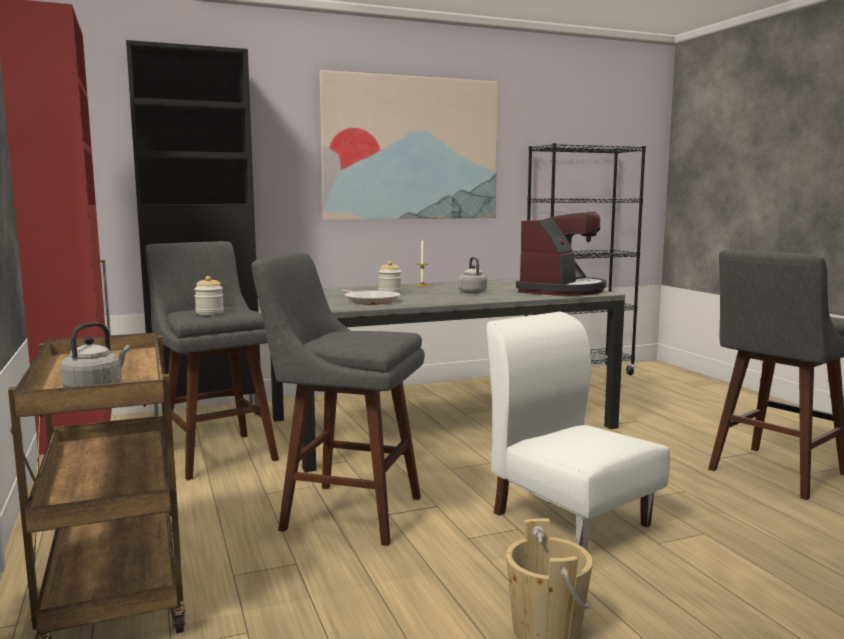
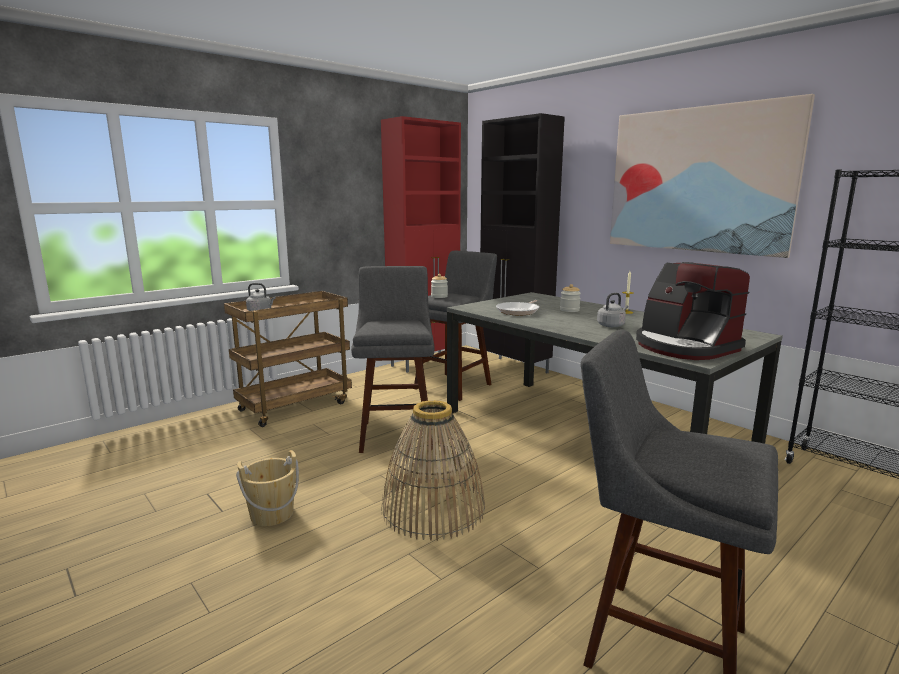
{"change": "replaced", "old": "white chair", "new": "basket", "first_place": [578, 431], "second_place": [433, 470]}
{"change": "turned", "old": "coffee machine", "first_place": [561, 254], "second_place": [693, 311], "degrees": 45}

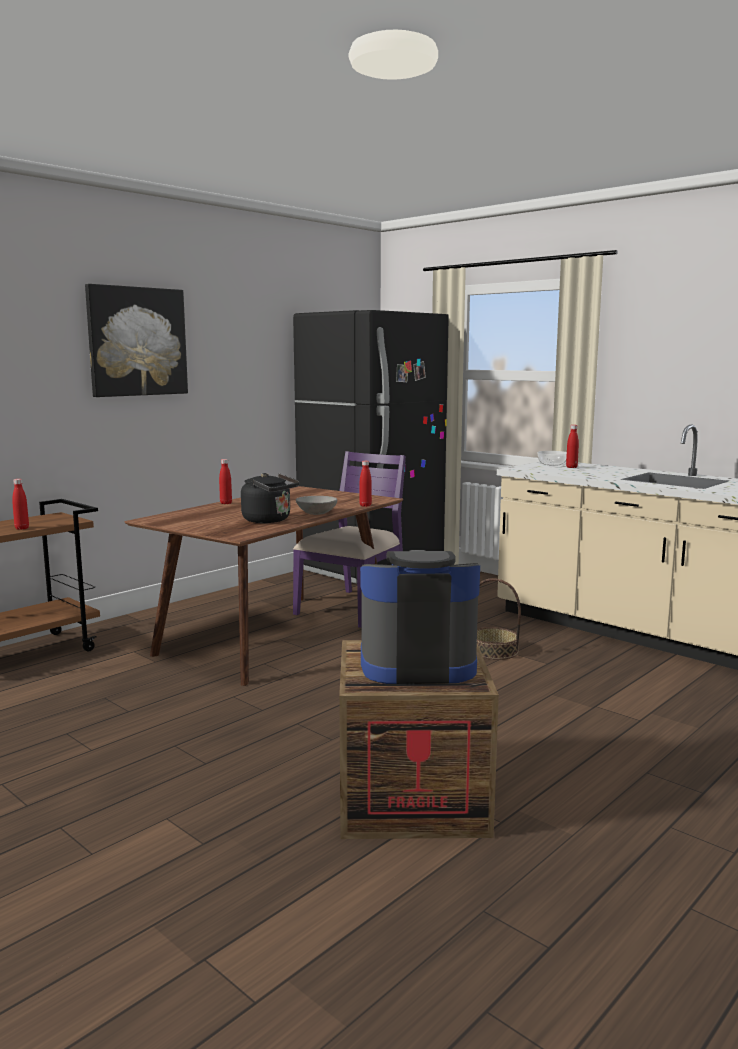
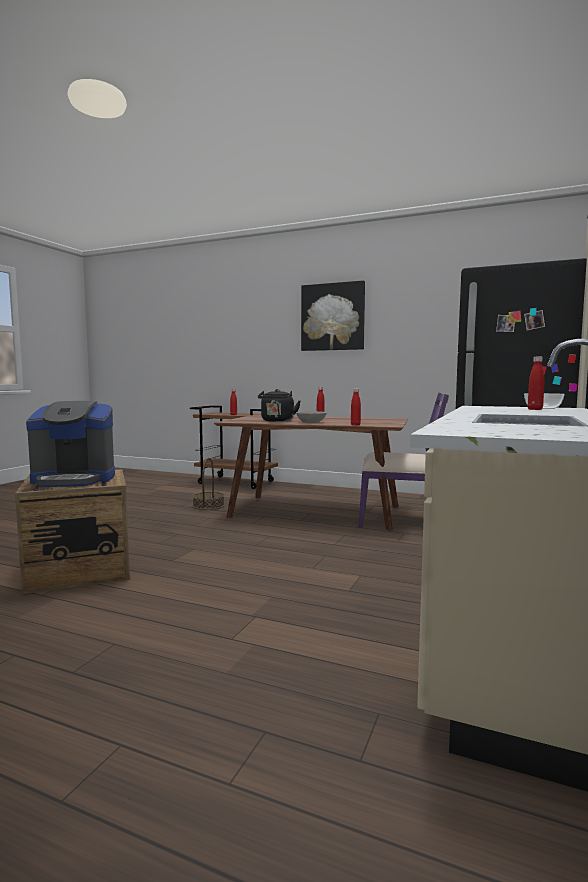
{"change": "turned", "old": "coffee machine", "first_place": [420, 617], "second_place": [70, 444], "degrees": 105}
{"change": "moved", "old": "basket", "first_place": [499, 619], "second_place": [208, 484]}

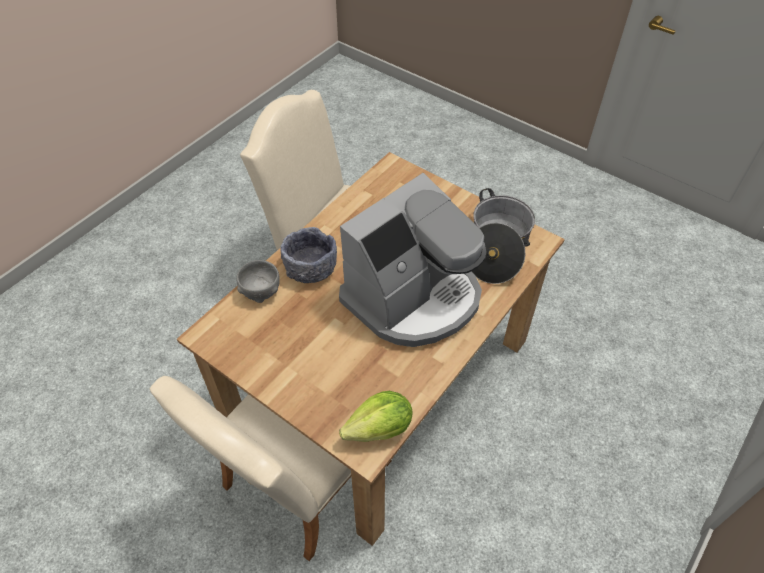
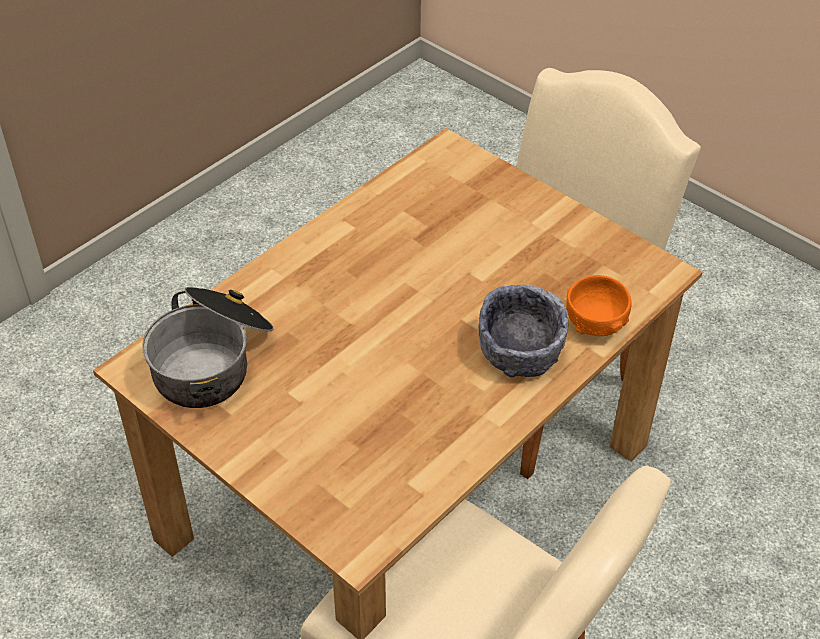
{"change": "recoloured", "old": "grey bowl", "new": "orange bowl", "first_place": [258, 281], "second_place": [599, 305]}
{"change": "removed", "old": "coffee machine", "first_place": [412, 260]}
{"change": "removed", "old": "lettuce", "first_place": [375, 416]}

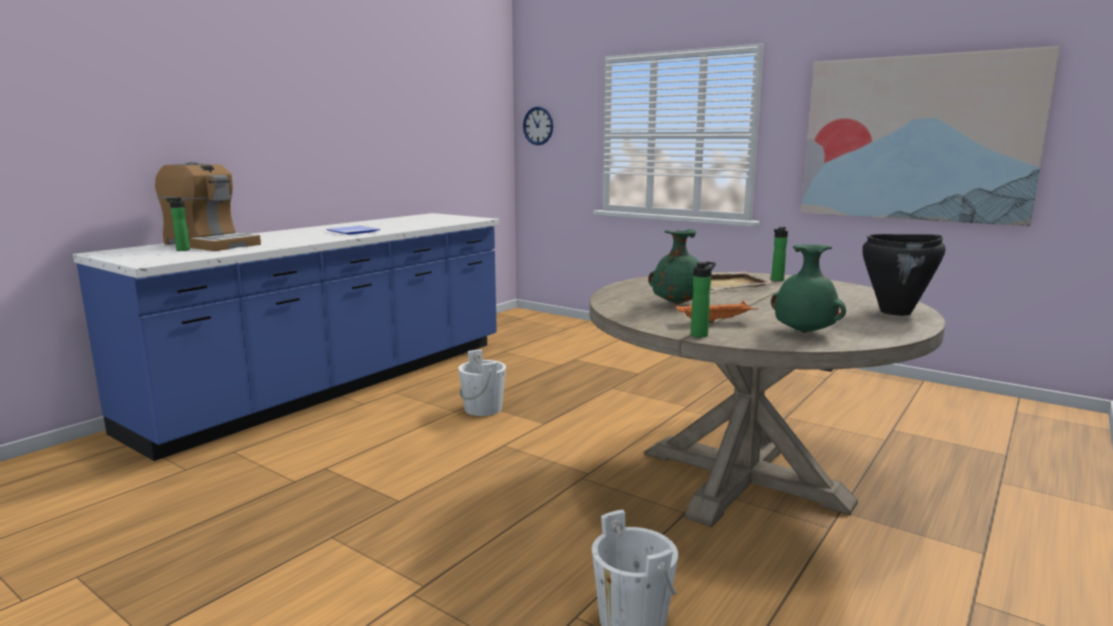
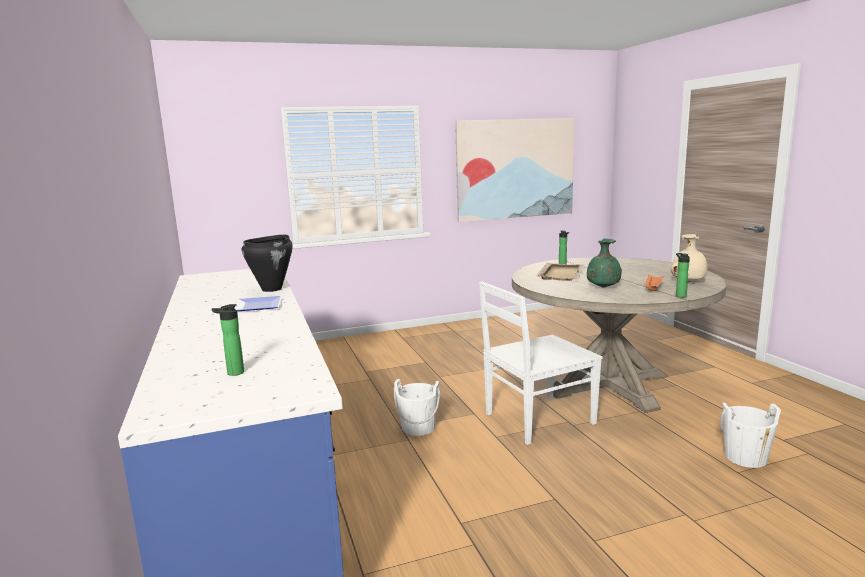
{"change": "moved", "old": "black cooking pot", "first_place": [904, 275], "second_place": [267, 263]}
{"change": "added", "new": "white chair", "second_place": [541, 363]}
{"change": "recoloured", "old": "green vase", "new": "beige vase", "first_place": [808, 288], "second_place": [689, 258]}
{"change": "removed", "old": "coffee machine", "first_place": [208, 206]}
{"change": "removed", "old": "wall clock", "first_place": [538, 126]}

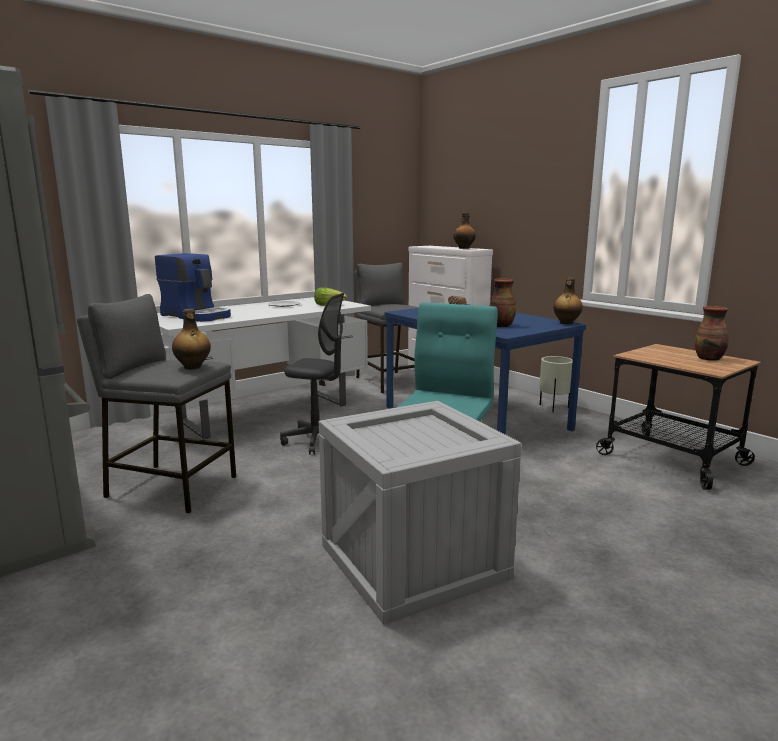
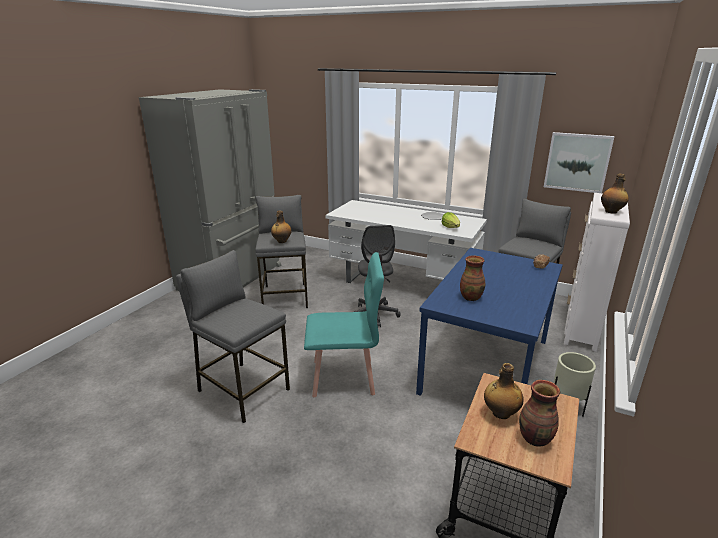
{"change": "replaced", "old": "crate", "new": "grey stool", "first_place": [420, 513], "second_place": [233, 336]}
{"change": "moved", "old": "bottle", "first_place": [568, 301], "second_place": [504, 391]}
{"change": "added", "new": "picture", "second_place": [579, 162]}
{"change": "removed", "old": "coffee machine", "first_place": [193, 287]}

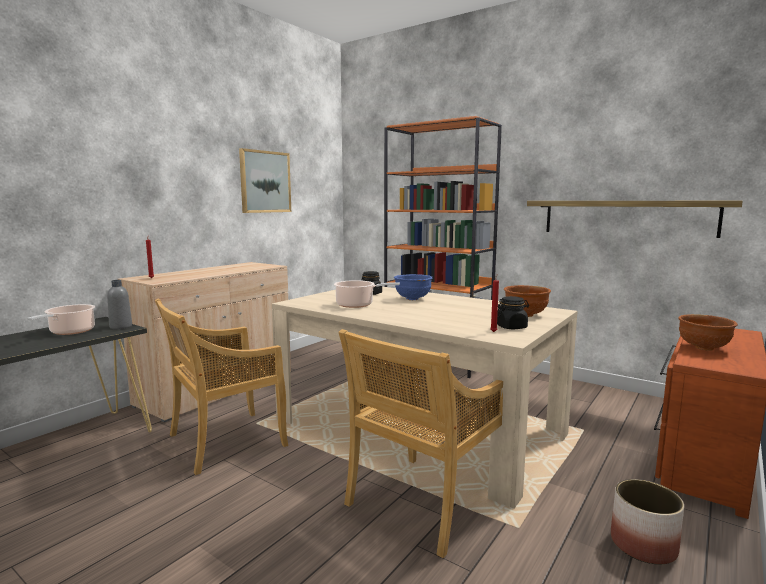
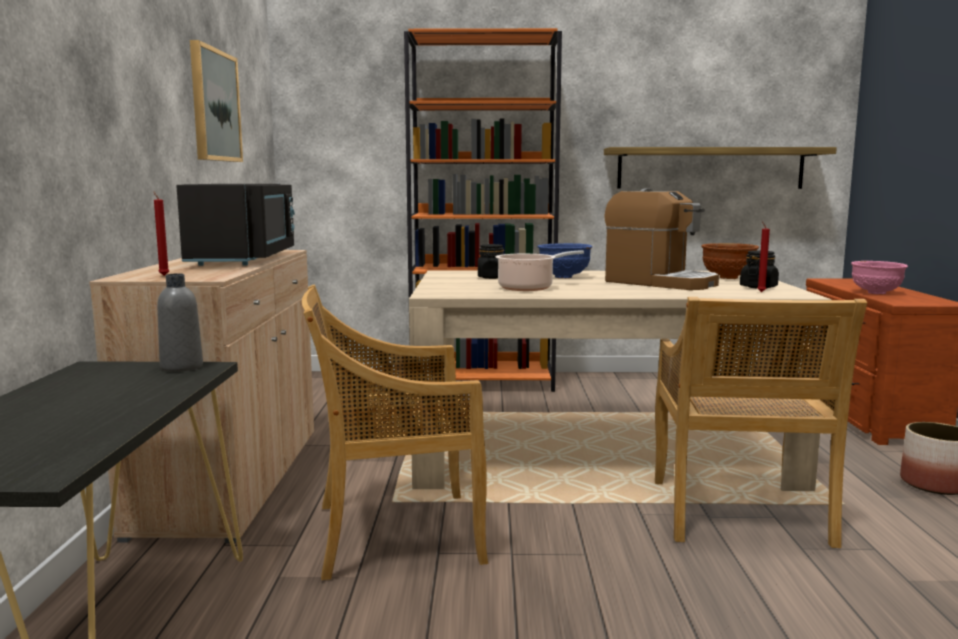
{"change": "added", "new": "black microwave", "second_place": [235, 225]}
{"change": "turned", "old": "beige chair", "first_place": [221, 386], "second_place": [395, 432], "degrees": 60}
{"change": "added", "new": "coffee machine", "second_place": [661, 239]}
{"change": "recoloured", "old": "brown bowl", "new": "pink bowl", "first_place": [708, 332], "second_place": [879, 277]}
{"change": "removed", "old": "cooking pot", "first_place": [61, 319]}

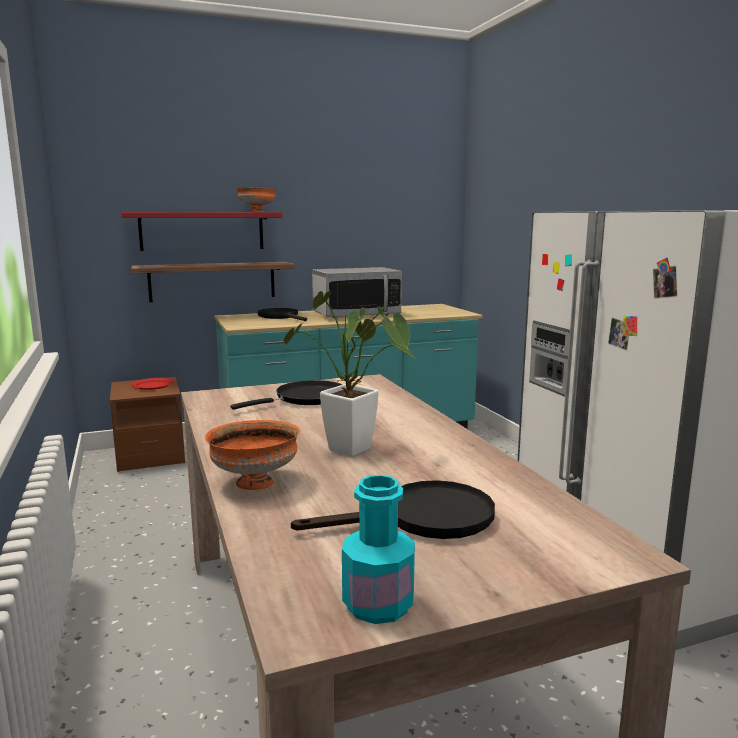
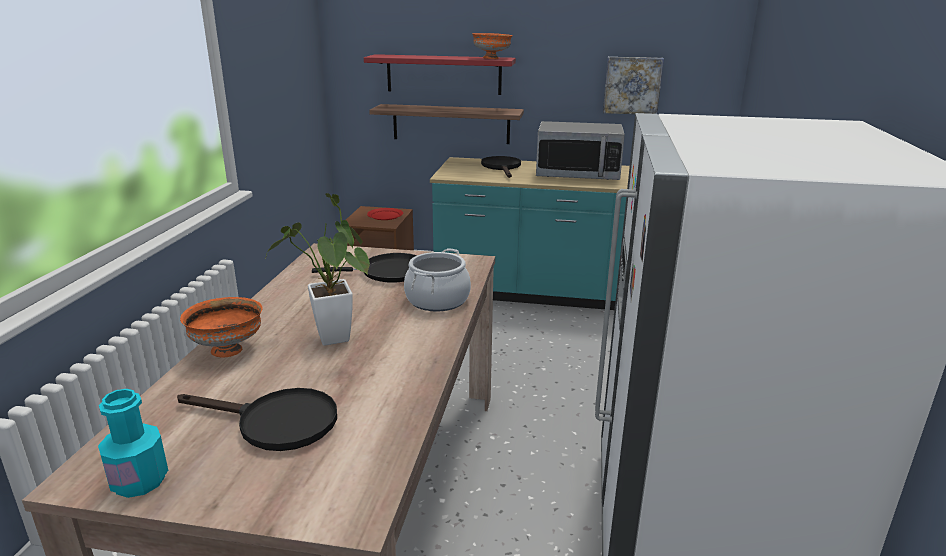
{"change": "added", "new": "cooking pot", "second_place": [437, 280]}
{"change": "added", "new": "picture", "second_place": [633, 85]}

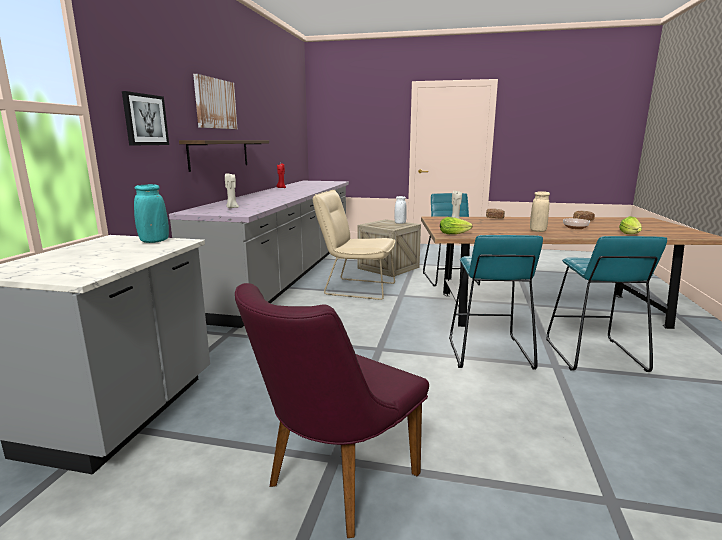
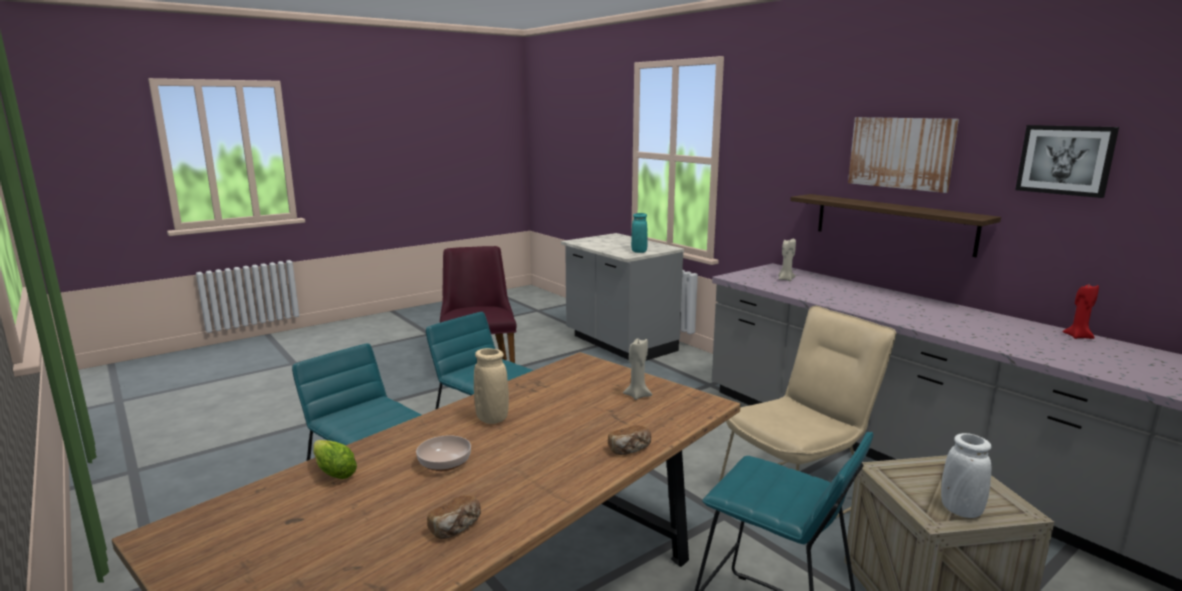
{"change": "moved", "old": "picture", "first_place": [145, 118], "second_place": [1067, 161]}
{"change": "removed", "old": "lettuce", "first_place": [456, 225]}

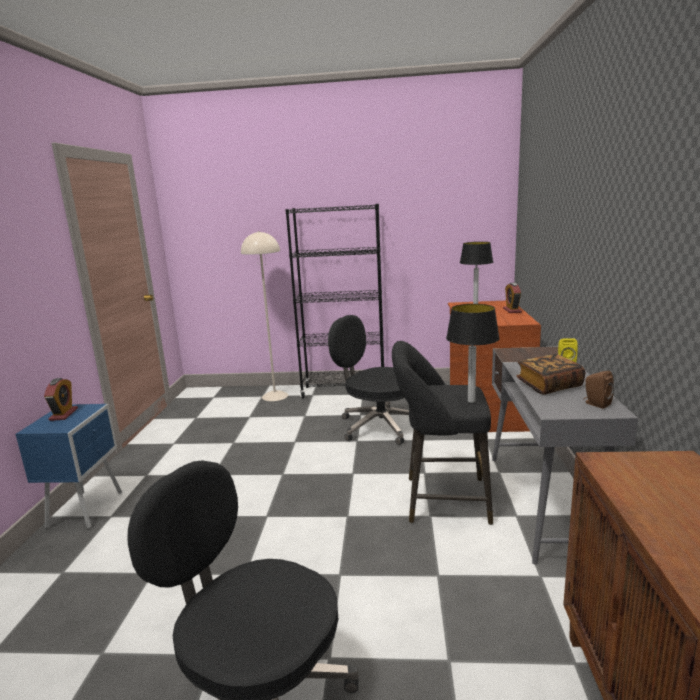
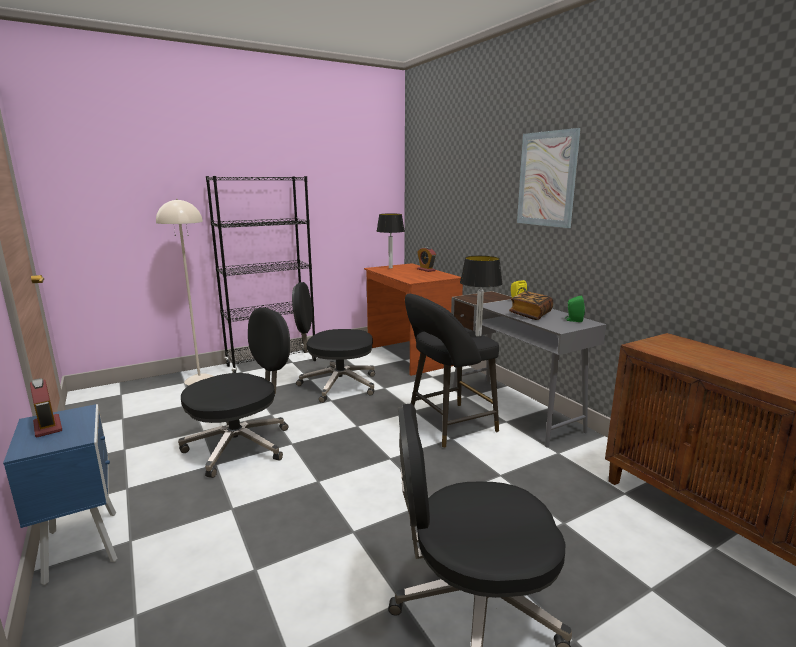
{"change": "added", "new": "black office chair", "second_place": [234, 392]}
{"change": "added", "new": "picture", "second_place": [549, 178]}
{"change": "recoloured", "old": "brown speaker", "new": "green speaker", "first_place": [598, 390], "second_place": [575, 309]}

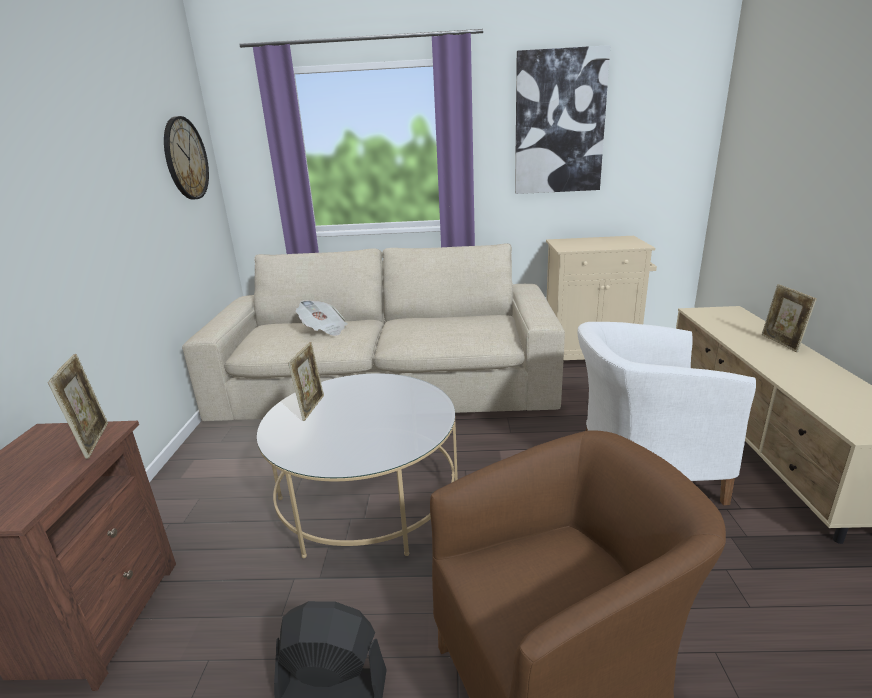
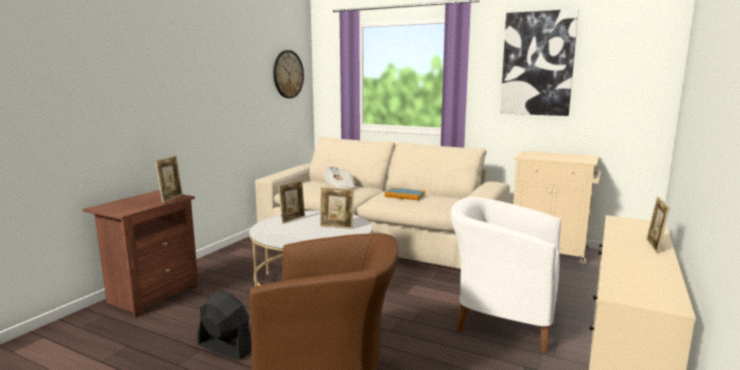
{"change": "added", "new": "picture frame", "second_place": [337, 208]}
{"change": "added", "new": "book", "second_place": [404, 194]}

